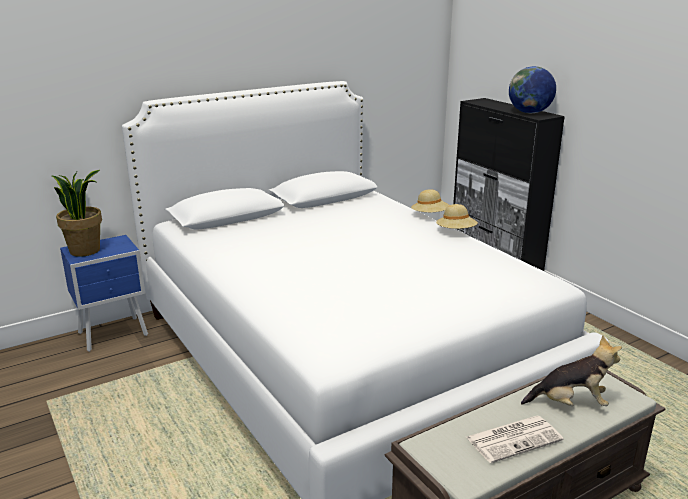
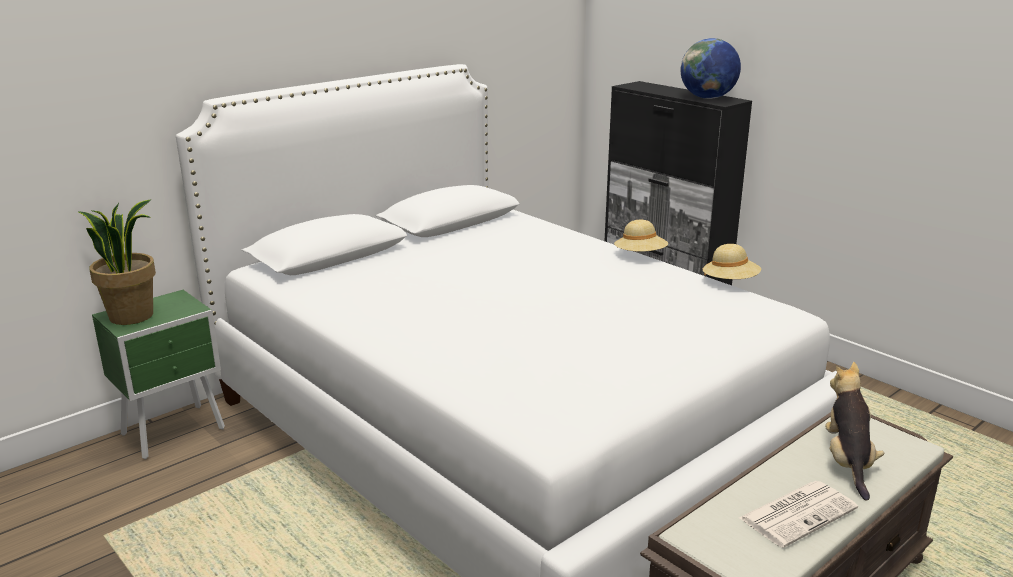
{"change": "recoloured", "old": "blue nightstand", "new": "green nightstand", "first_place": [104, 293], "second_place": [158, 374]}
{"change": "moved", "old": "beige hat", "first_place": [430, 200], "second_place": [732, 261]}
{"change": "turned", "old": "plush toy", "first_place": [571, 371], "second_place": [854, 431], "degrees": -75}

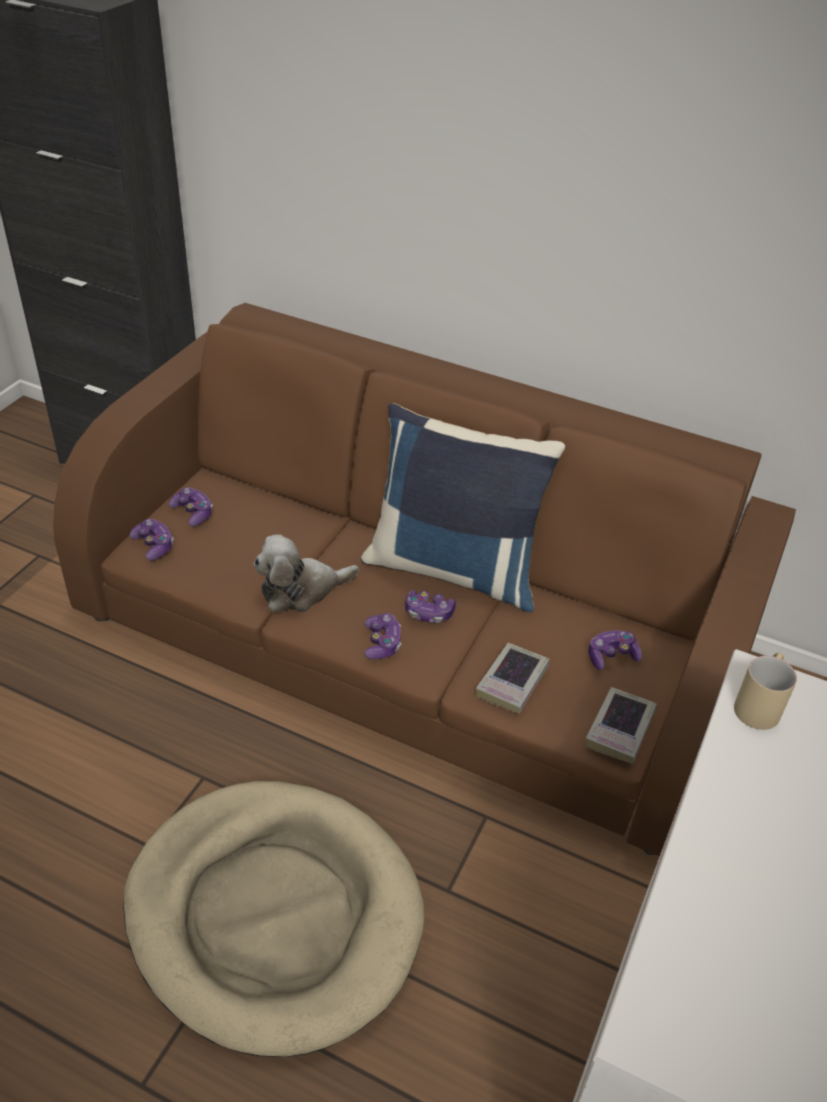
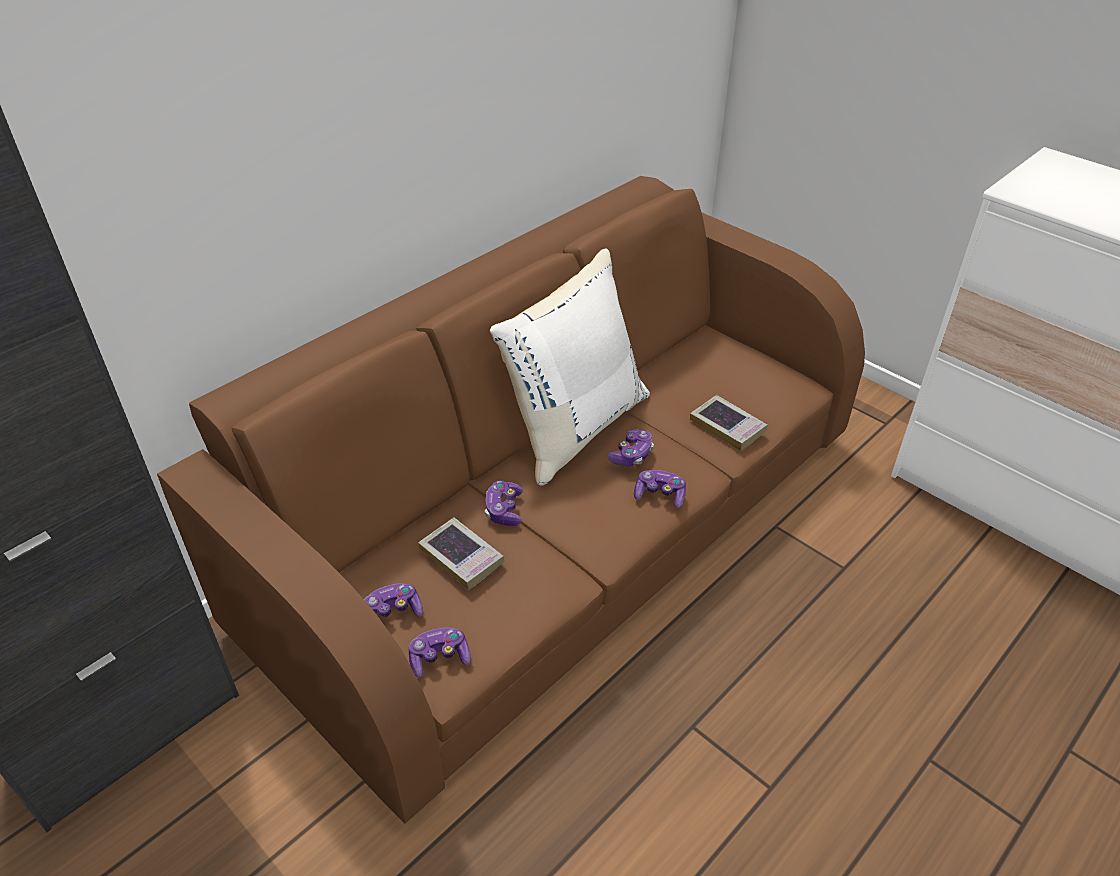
{"change": "moved", "old": "book", "first_place": [621, 725], "second_place": [461, 553]}
{"change": "moved", "old": "game controller", "first_place": [615, 650], "second_place": [504, 503]}
{"change": "recoloured", "old": "blue pillow", "new": "white pillow", "first_place": [463, 507], "second_place": [570, 366]}
{"change": "removed", "old": "beige dog bed", "first_place": [273, 919]}
{"change": "removed", "old": "plush toy", "first_place": [306, 573]}
{"change": "removed", "old": "beige mug", "first_place": [765, 691]}

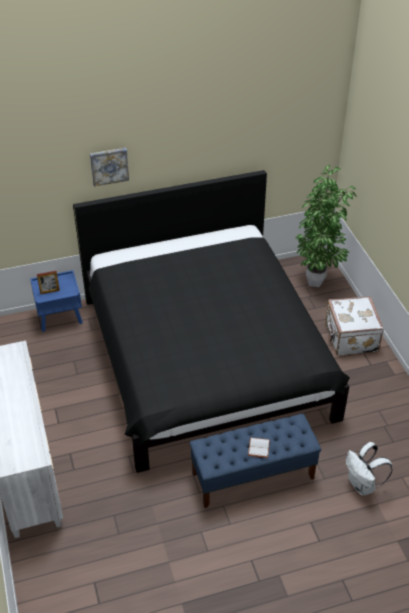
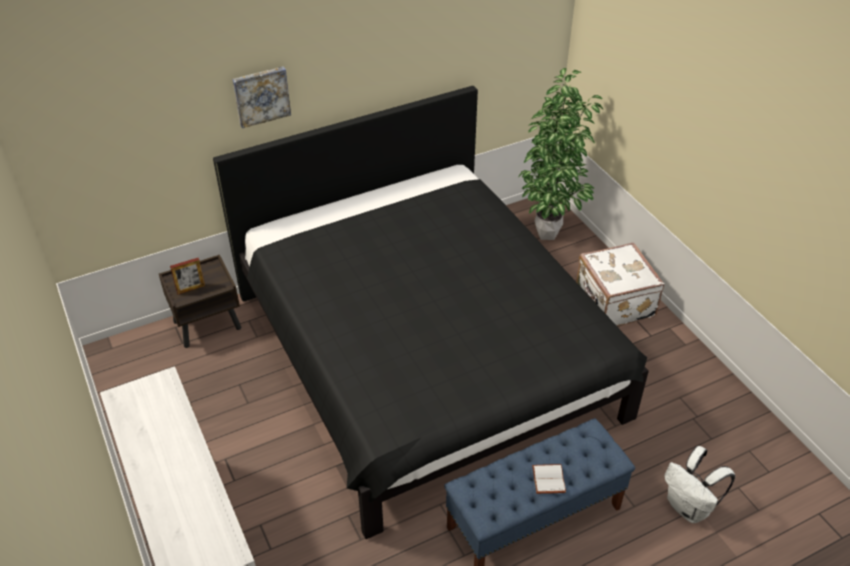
{"change": "recoloured", "old": "blue nightstand", "new": "brown nightstand", "first_place": [56, 301], "second_place": [200, 301]}

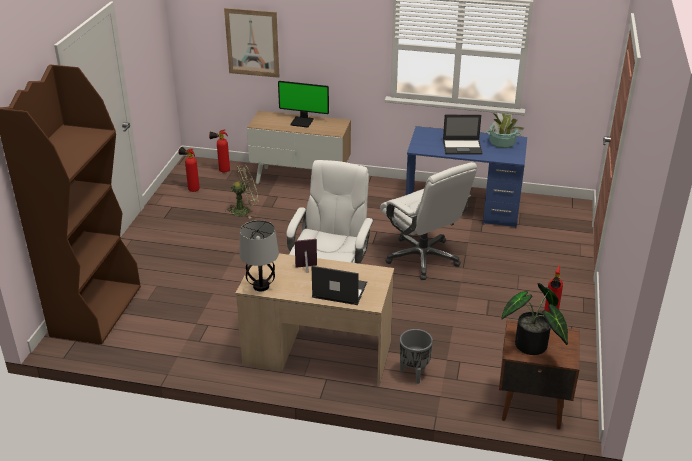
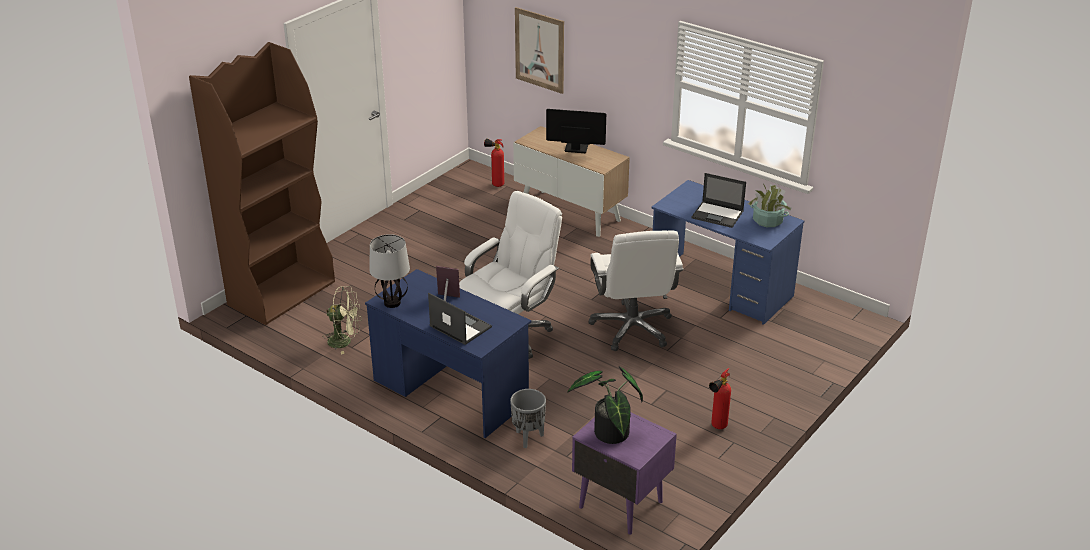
{"change": "moved", "old": "green fan", "first_place": [243, 191], "second_place": [342, 320]}
{"change": "recoloured", "old": "beige desk", "new": "blue desk", "first_place": [314, 319], "second_place": [448, 353]}
{"change": "turned", "old": "monitor", "first_place": [303, 104], "second_place": [576, 131], "degrees": 150}
{"change": "recoloured", "old": "brown nightstand", "new": "purple nightstand", "first_place": [539, 375], "second_place": [624, 473]}
{"change": "removed", "old": "fire extinguisher", "first_place": [189, 169]}

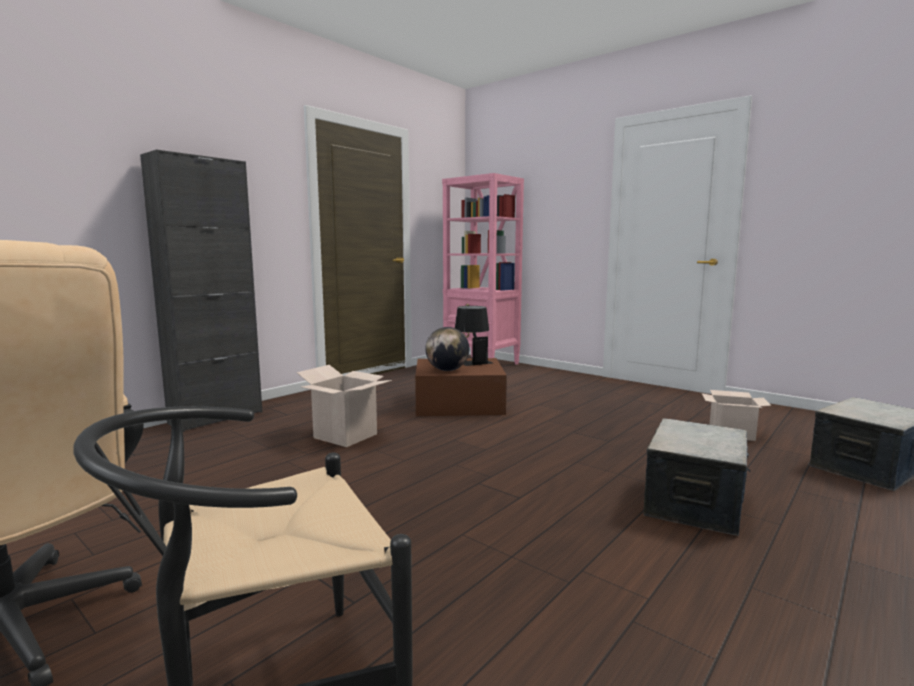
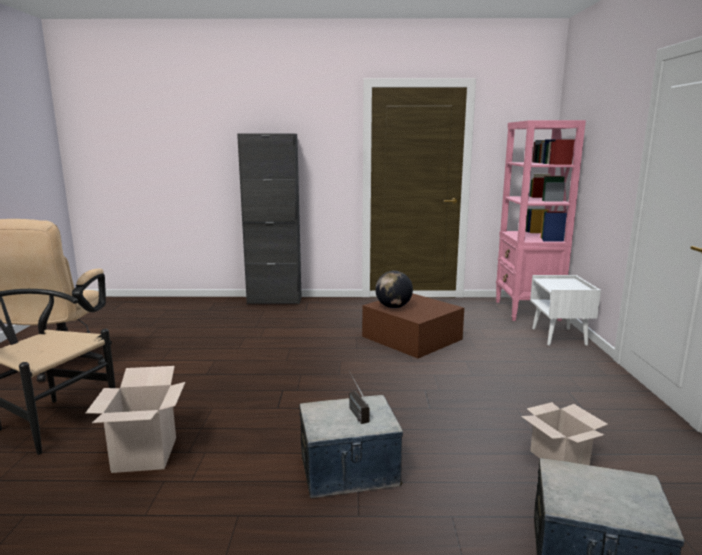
{"change": "moved", "old": "cardboard box", "first_place": [344, 406], "second_place": [135, 419]}
{"change": "added", "new": "radio", "second_place": [359, 397]}
{"change": "added", "new": "white nightstand", "second_place": [565, 310]}
{"change": "removed", "old": "black table lamp", "first_place": [473, 336]}

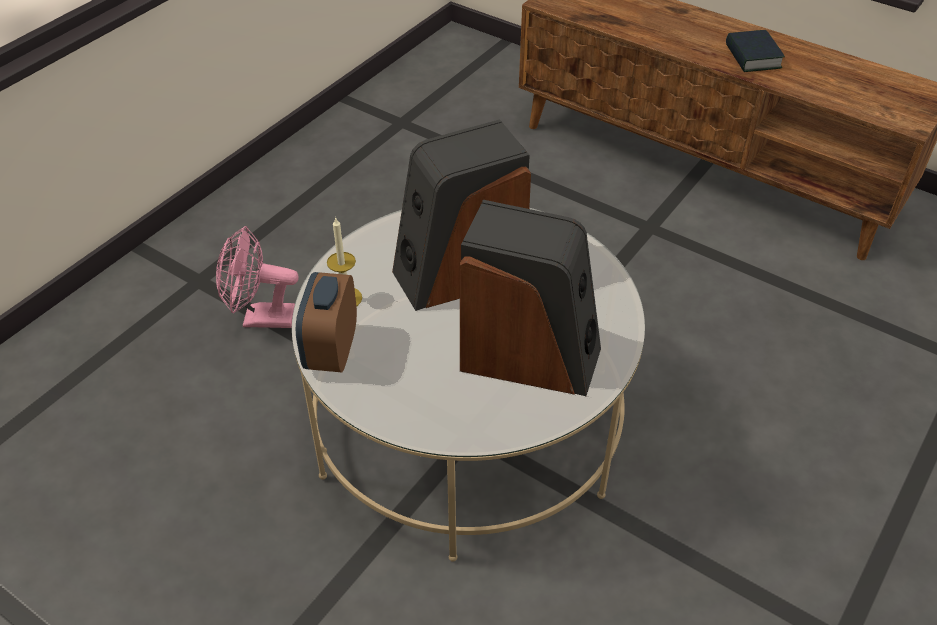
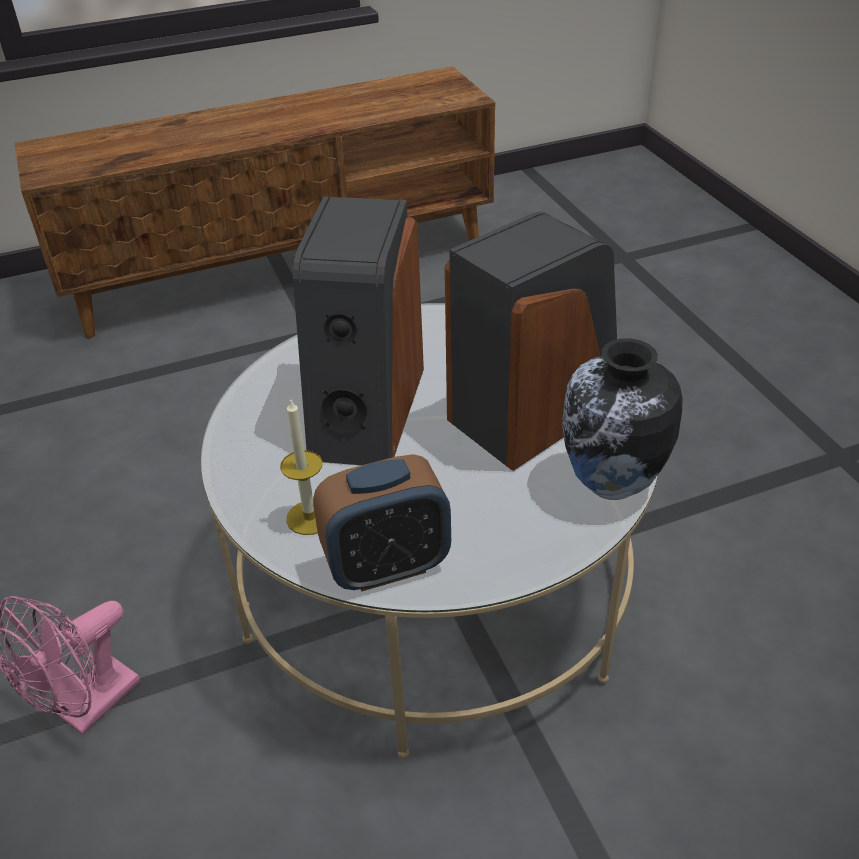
{"change": "turned", "old": "alarm clock", "first_place": [326, 322], "second_place": [382, 523], "degrees": -60}
{"change": "added", "new": "vase", "second_place": [622, 419]}
{"change": "removed", "old": "book", "first_place": [755, 51]}

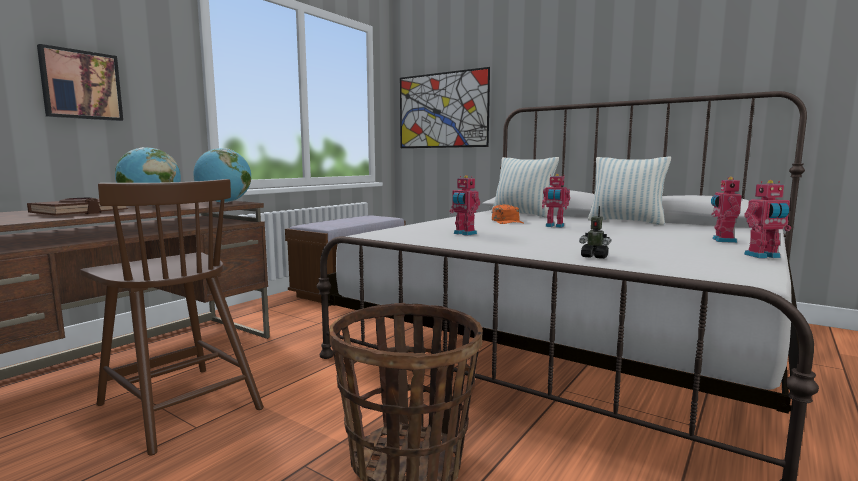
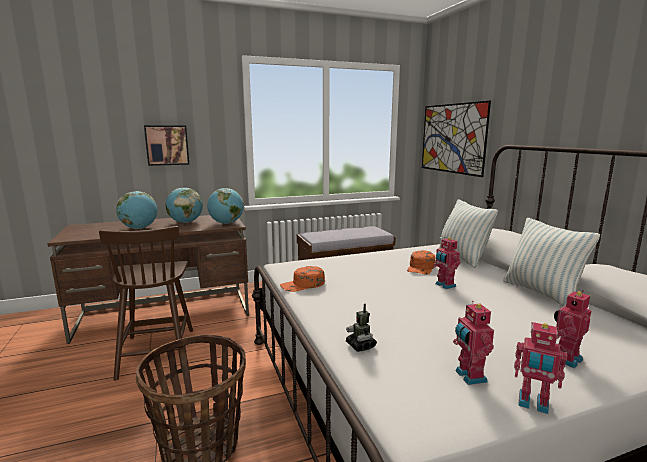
{"change": "replaced", "old": "brown book", "new": "globe", "first_place": [77, 207], "second_place": [136, 210]}
{"change": "added", "new": "orange cap", "second_place": [302, 279]}
{"change": "moved", "old": "toy robot", "first_place": [465, 205], "second_place": [473, 343]}

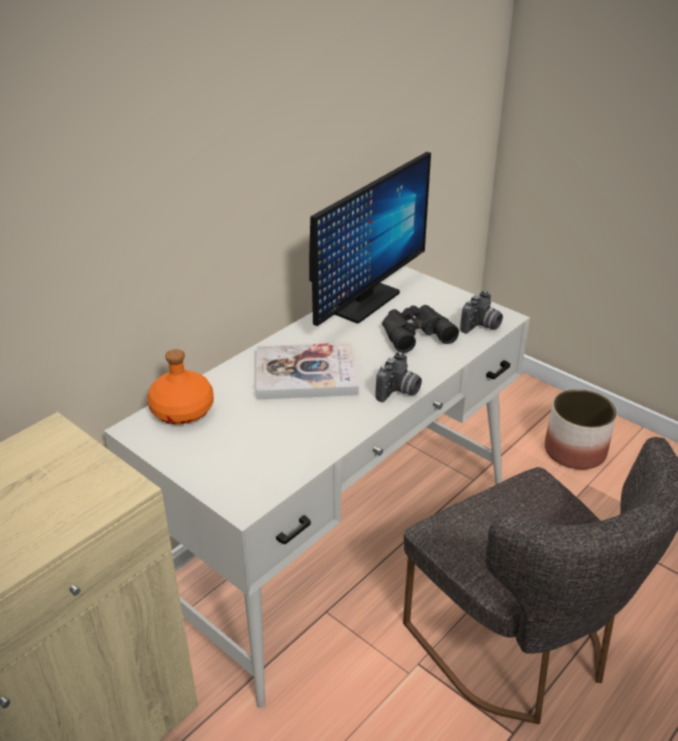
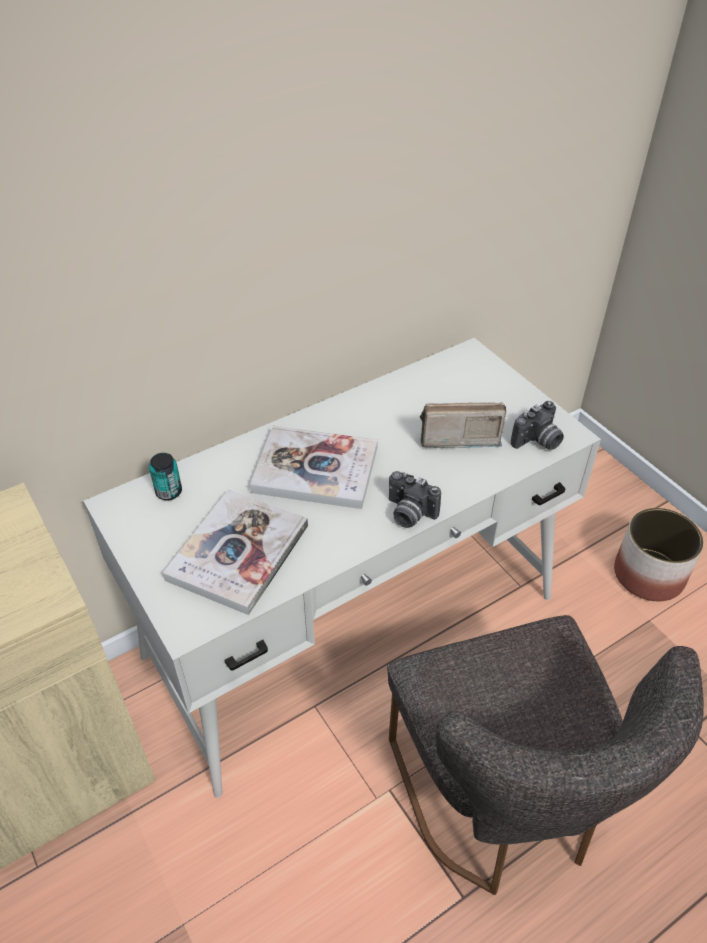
{"change": "replaced", "old": "orange bottle", "new": "can", "first_place": [180, 387], "second_place": [165, 476]}
{"change": "added", "new": "book", "second_place": [235, 552]}
{"change": "turned", "old": "photo camera", "first_place": [399, 377], "second_place": [415, 499], "degrees": 75}
{"change": "replaced", "old": "black binoculars", "new": "radio", "first_place": [420, 329], "second_place": [463, 425]}
{"change": "removed", "old": "monitor", "first_place": [370, 239]}

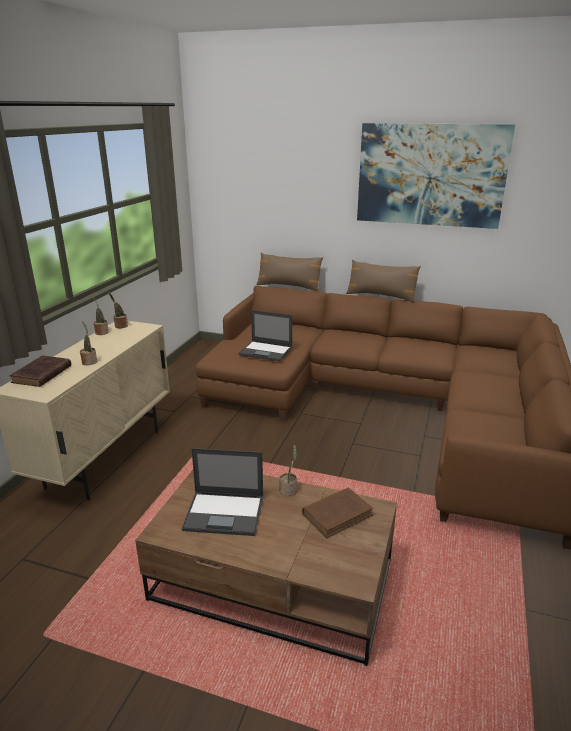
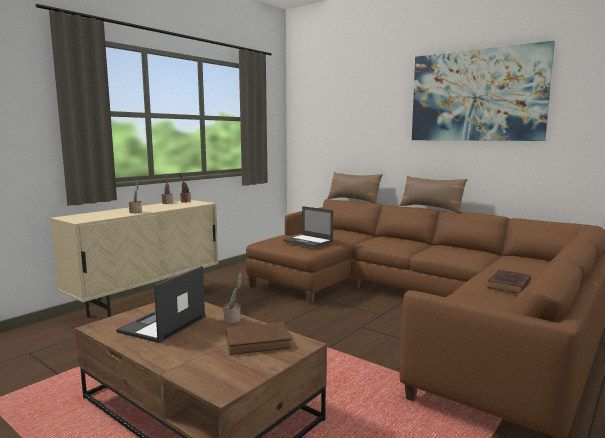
{"change": "turned", "old": "laptop", "first_place": [222, 492], "second_place": [161, 304], "degrees": 90}
{"change": "moved", "old": "brown book", "first_place": [40, 371], "second_place": [509, 282]}

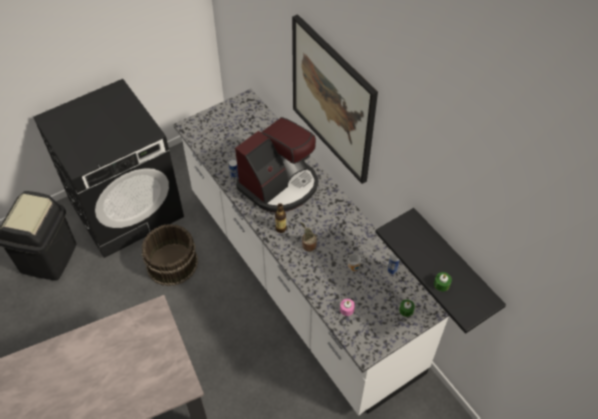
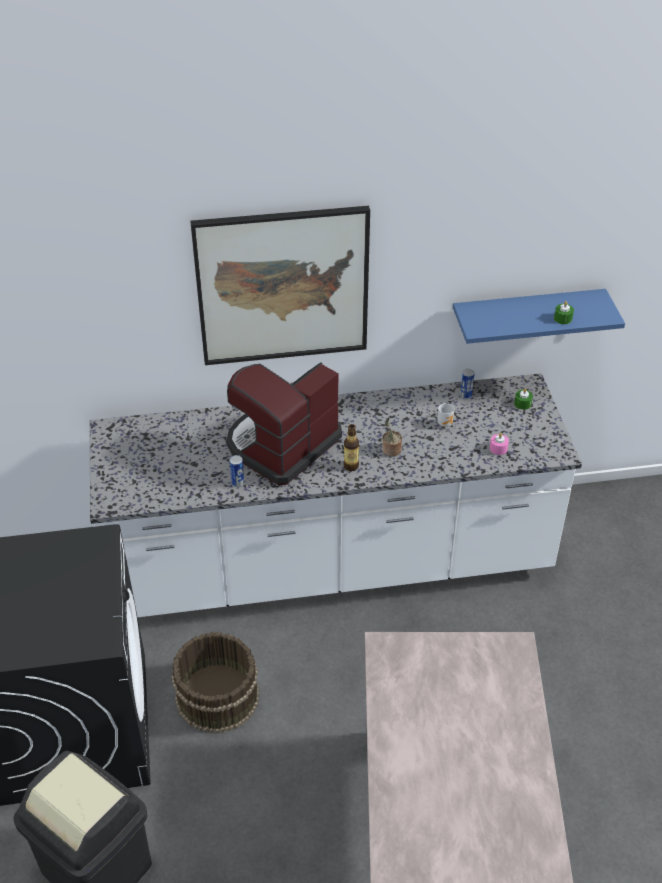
{"change": "turned", "old": "coffee machine", "first_place": [276, 164], "second_place": [284, 423], "degrees": -120}
{"change": "recoloured", "old": "black shelf", "new": "blue shelf", "first_place": [440, 271], "second_place": [539, 316]}

